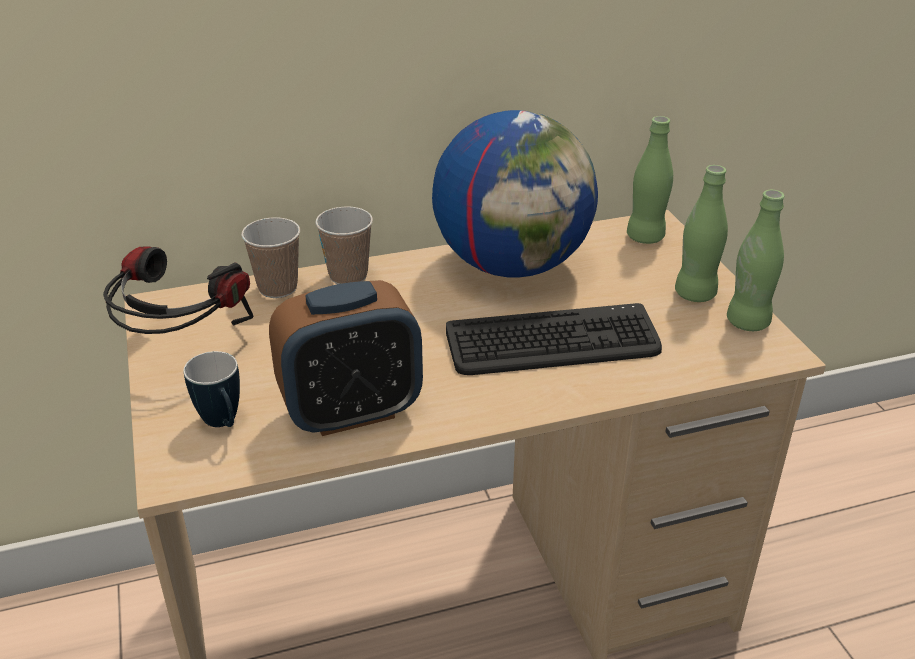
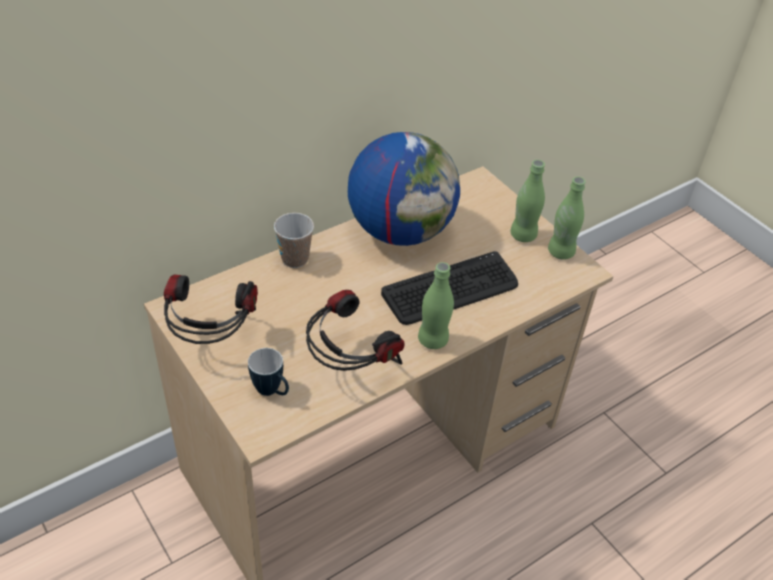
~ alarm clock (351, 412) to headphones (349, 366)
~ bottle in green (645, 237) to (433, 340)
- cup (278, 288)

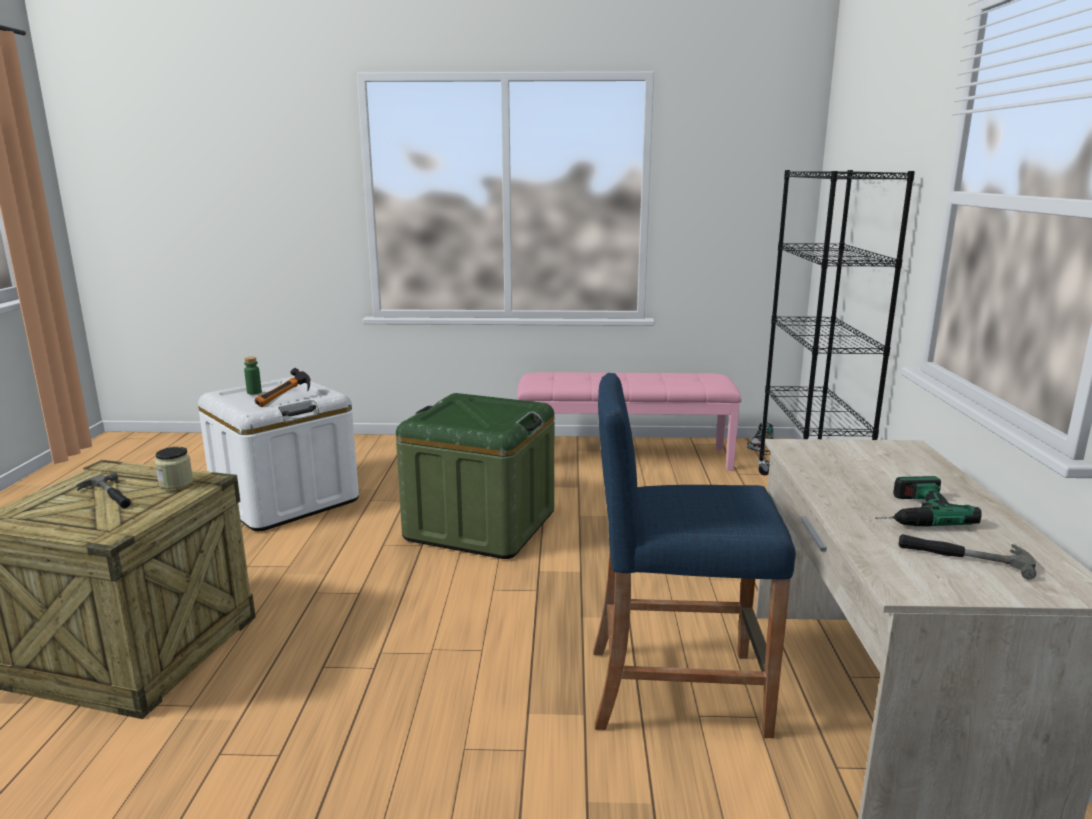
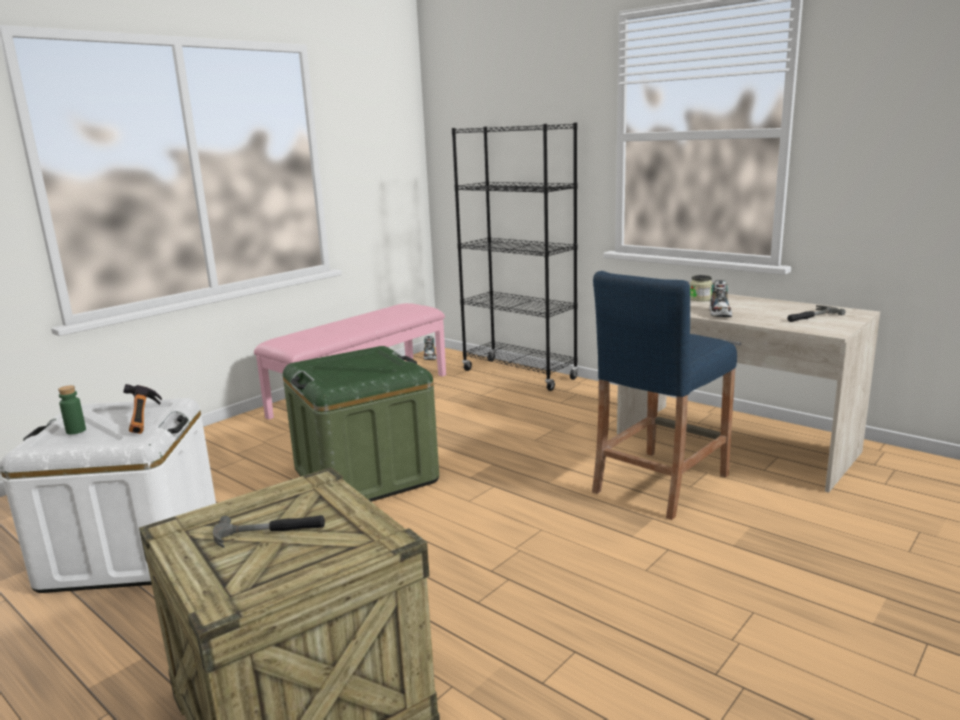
~ jar (176, 483) to (700, 299)
+ shoe (720, 313)
- power drill (908, 512)

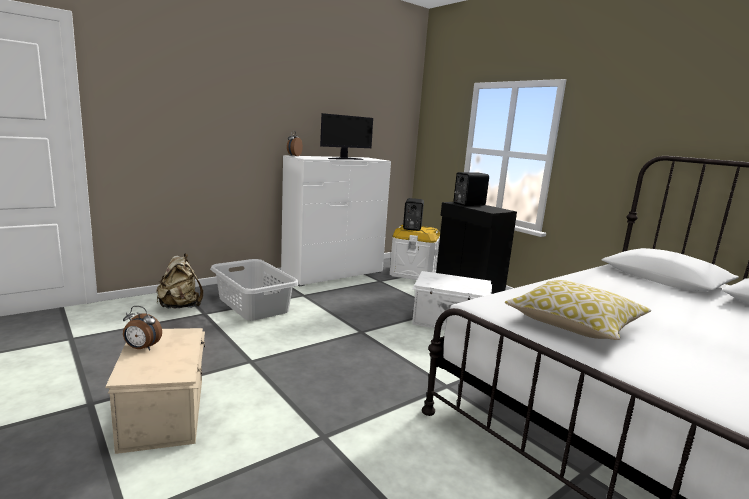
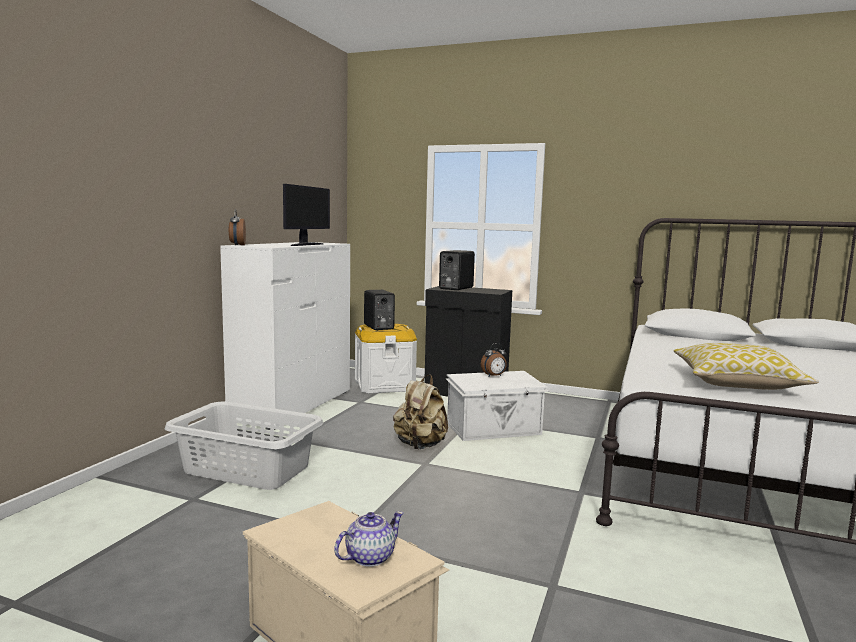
+ teapot (369, 557)
~ backpack in beige (180, 306) to (420, 445)
~ alarm clock (142, 348) to (494, 376)

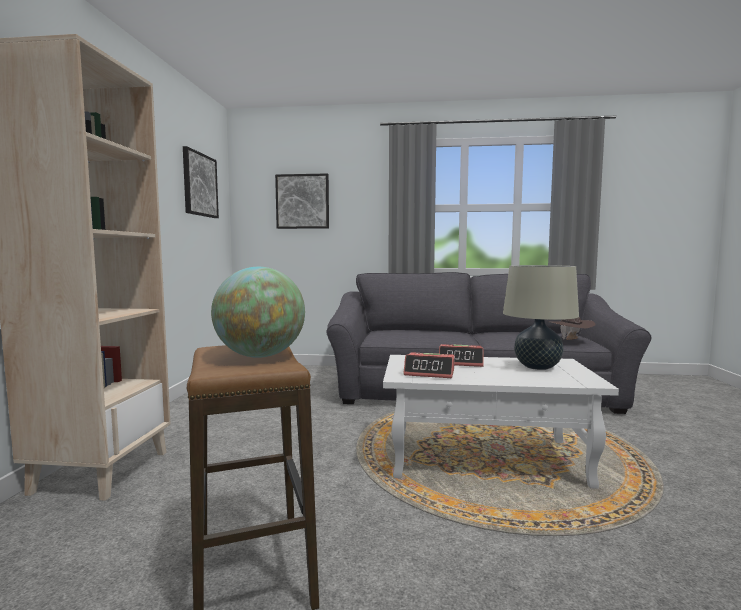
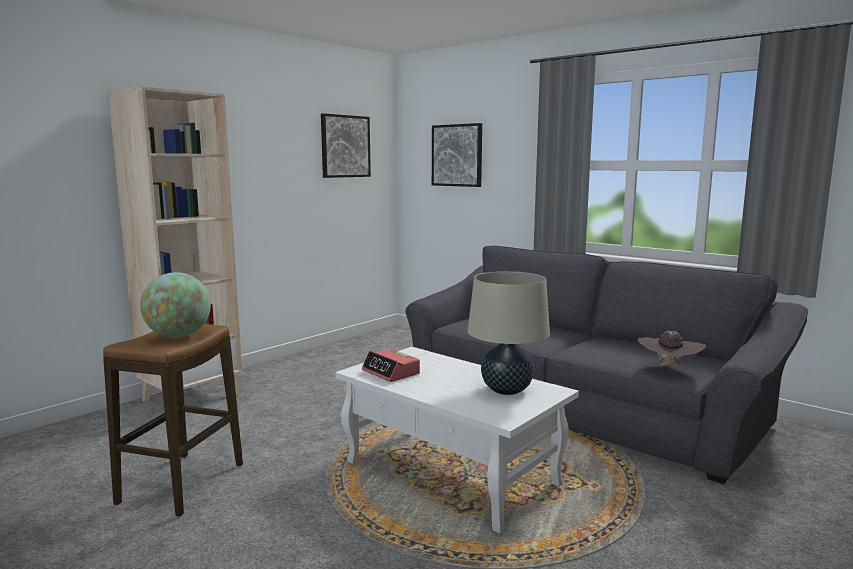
- alarm clock (461, 362)

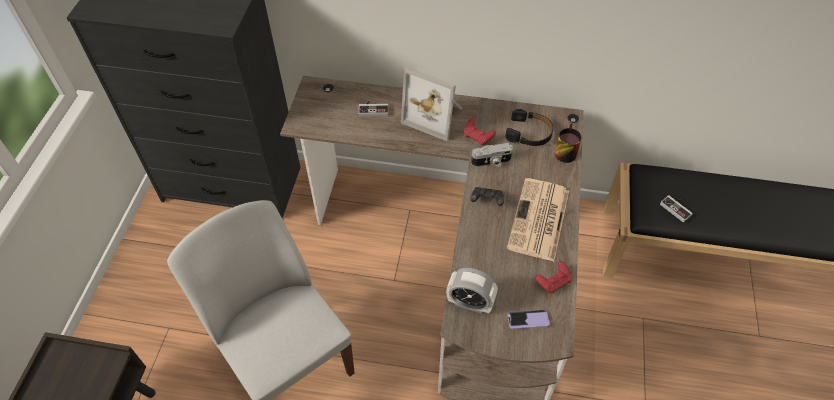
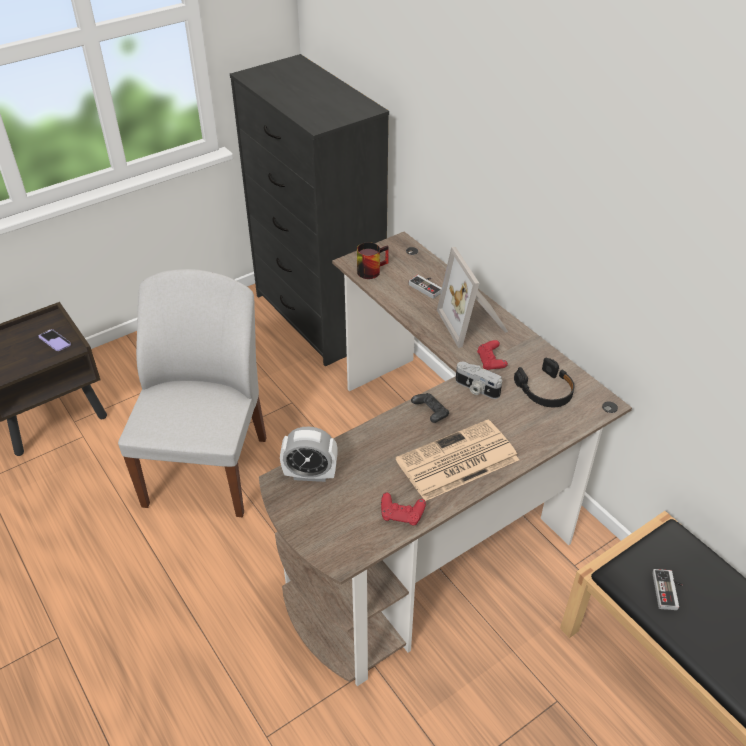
~ phone (528, 320) to (55, 341)
~ alarm clock (470, 303) = (310, 474) 60 degrees counterclockwise
~ mug (563, 151) to (371, 269)

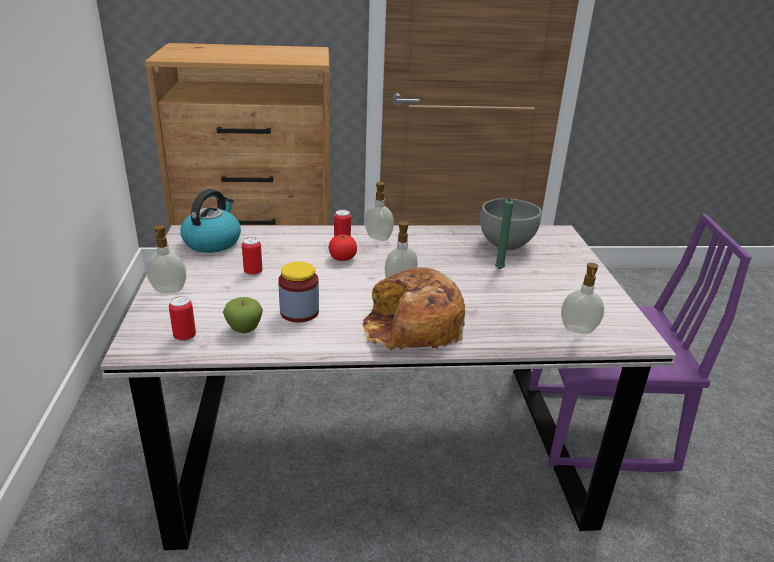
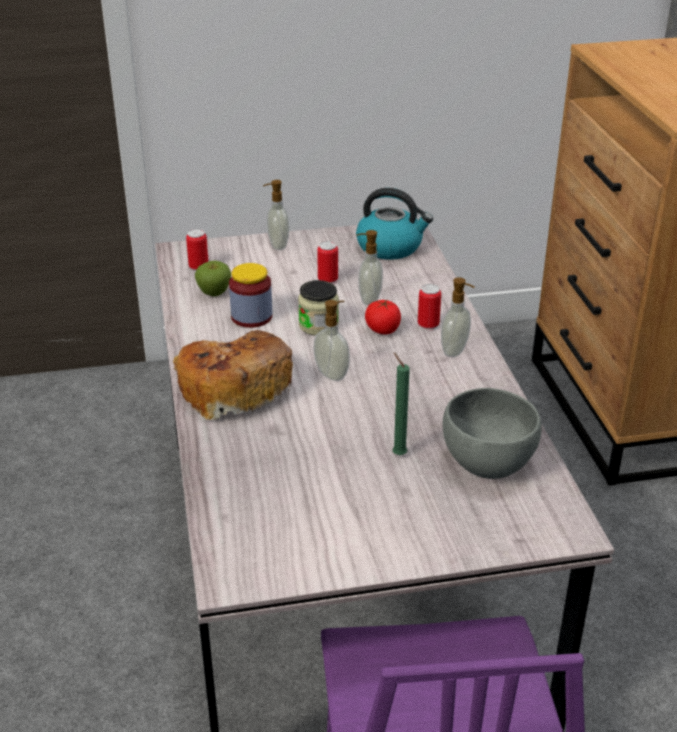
+ jar (318, 325)
~ soap dispenser (578, 330) to (368, 299)

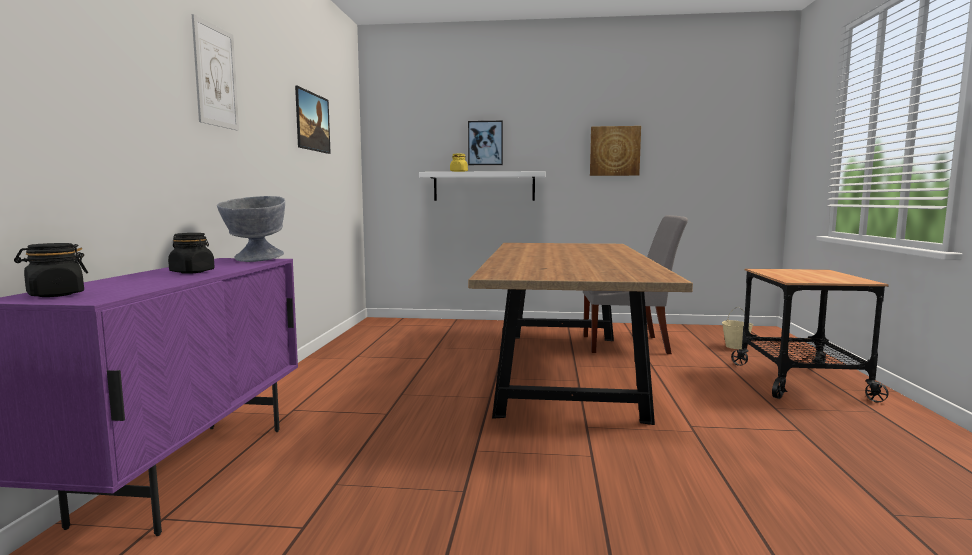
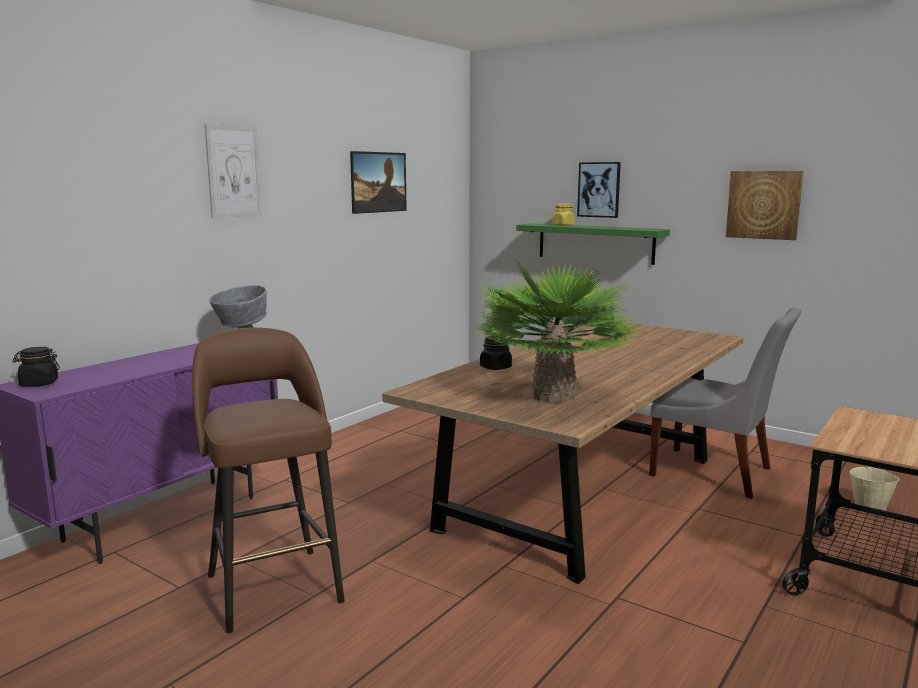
+ stool in brown (273, 586)
+ potted plant (553, 396)
~ jar in black (192, 272) to (495, 367)
~ shelf in white (484, 186) to shelf in green (595, 243)

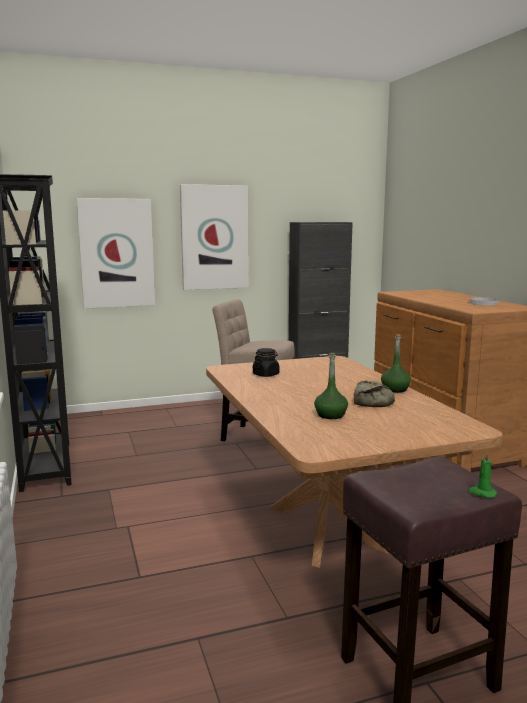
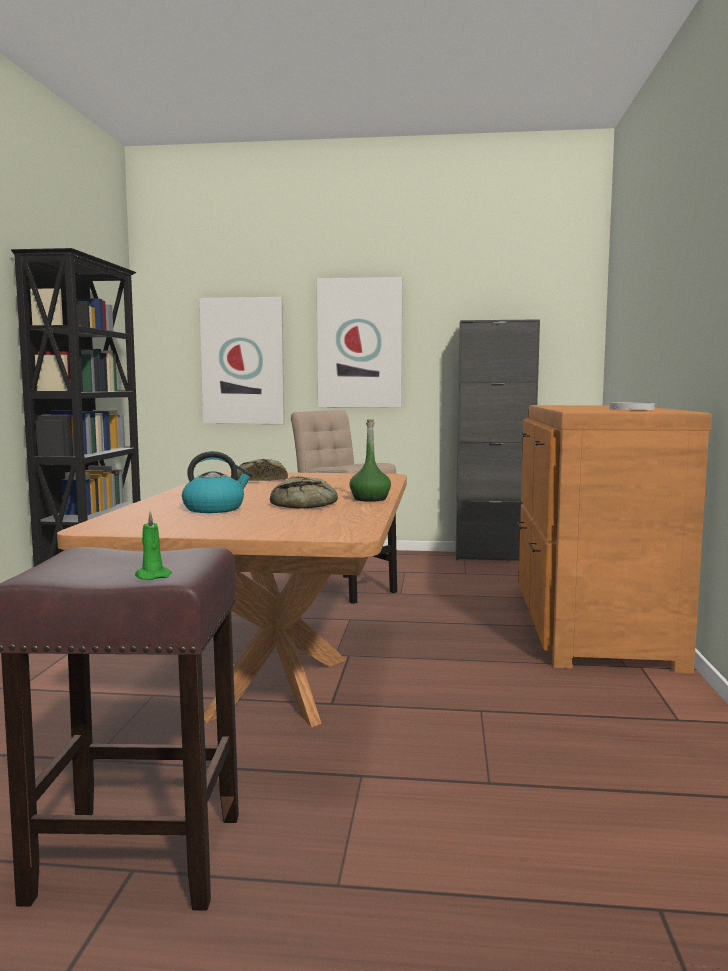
~ bottle in green (330, 415) to kettle (215, 509)
~ jar in black (266, 374) to bread (259, 480)

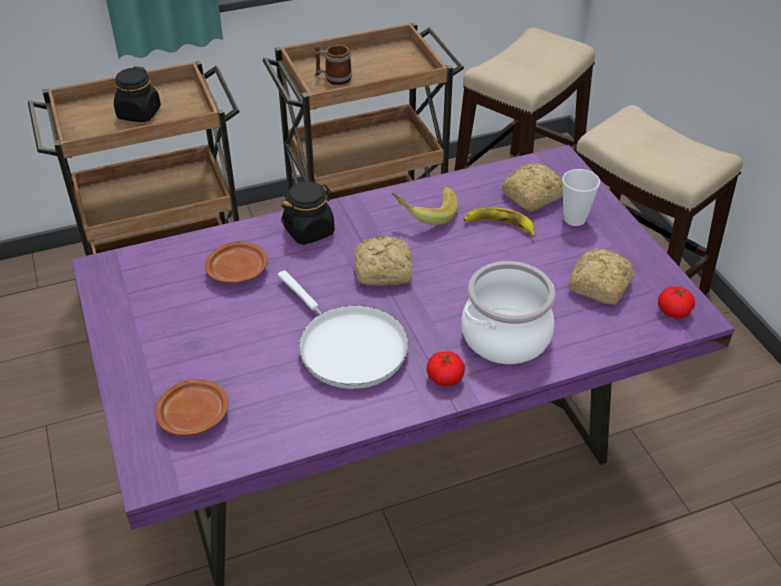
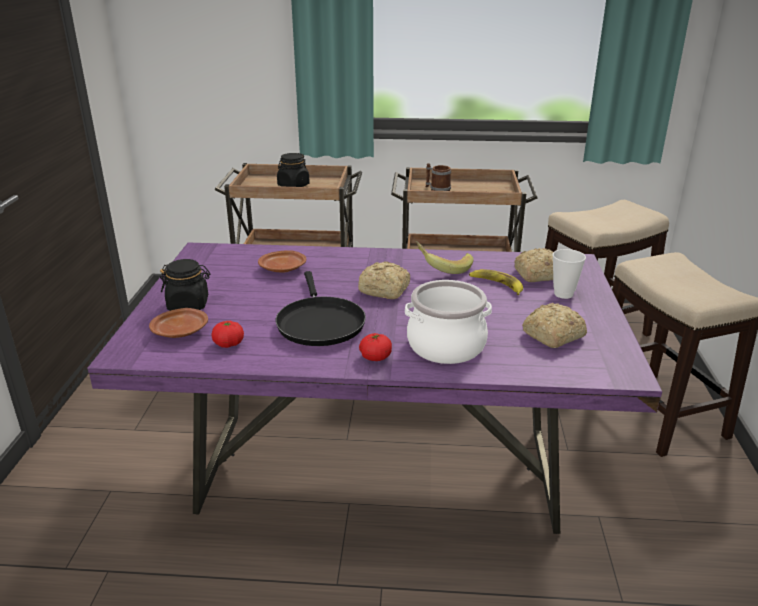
~ jar in black (309, 231) to (188, 304)
~ tomato (673, 311) to (228, 344)
~ frying pan in white (348, 347) to frying pan in black (319, 323)

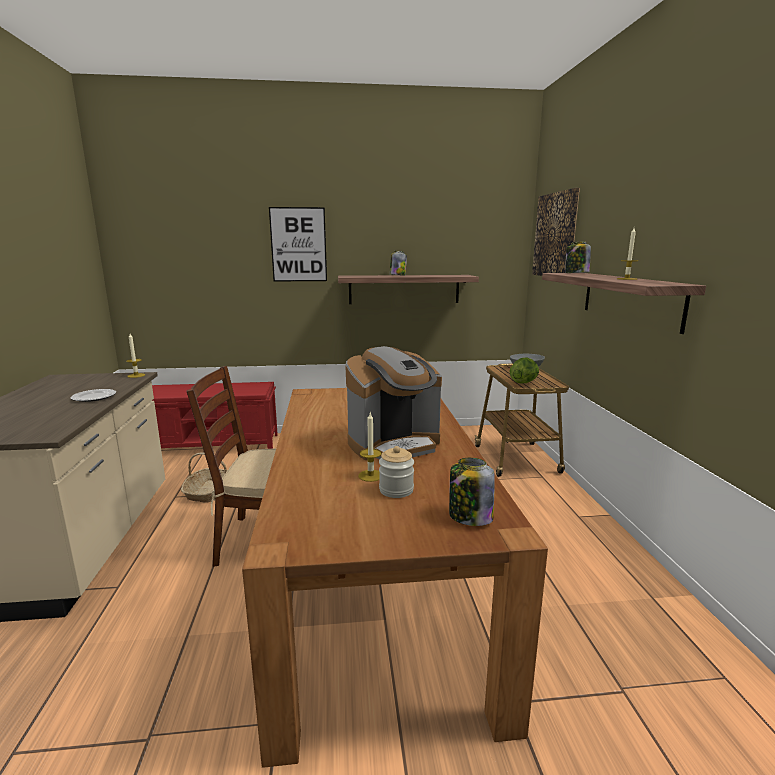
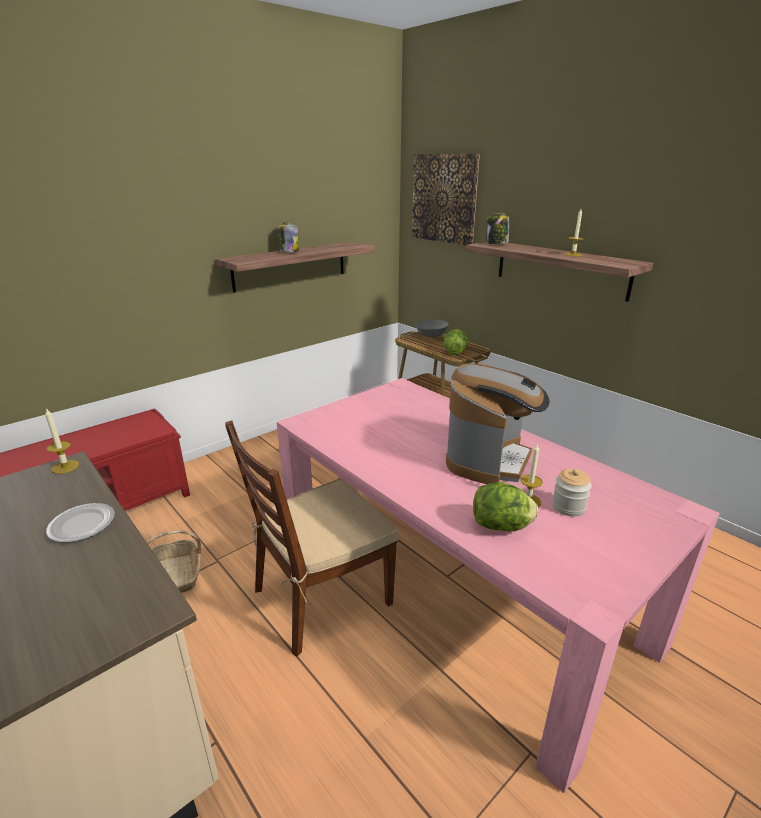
~ dining table in brown (375, 577) to dining table in pink (454, 584)
+ lettuce (501, 526)
- picture (298, 245)
- jar (469, 517)

